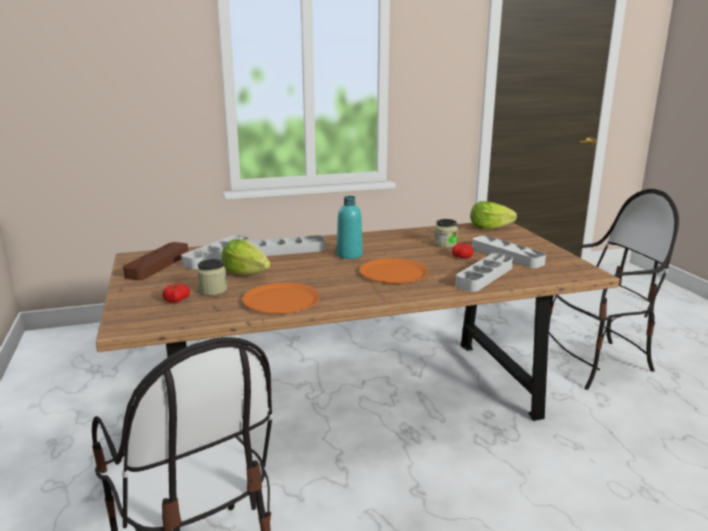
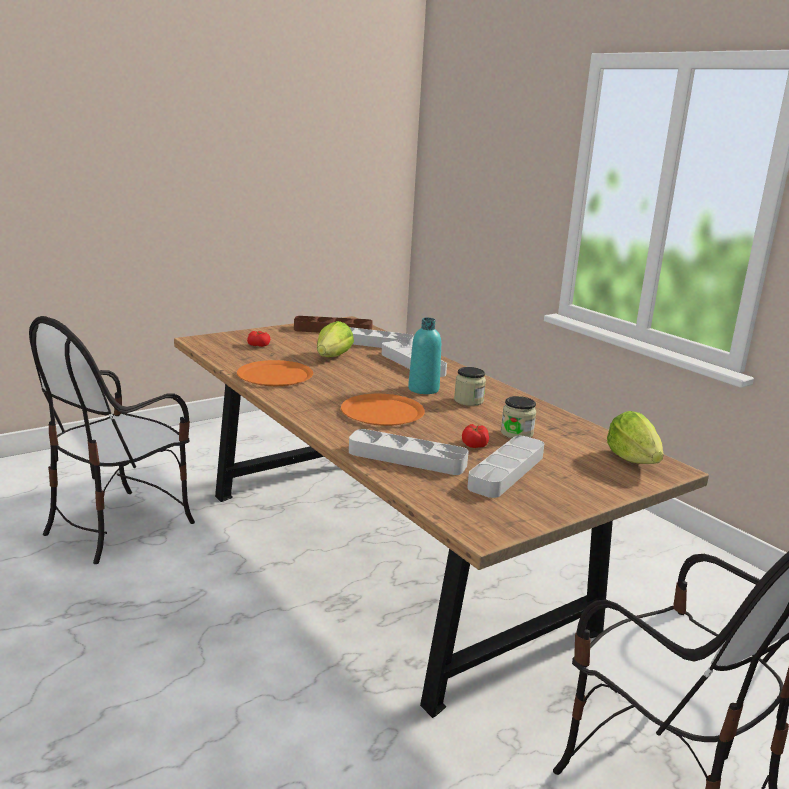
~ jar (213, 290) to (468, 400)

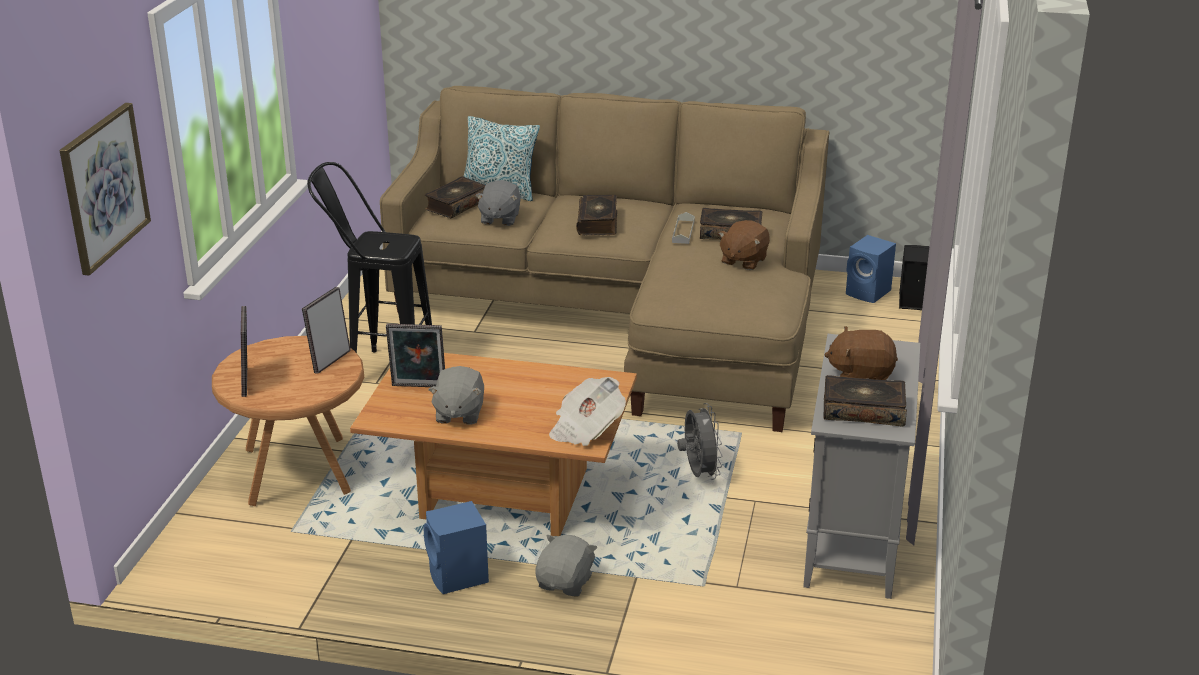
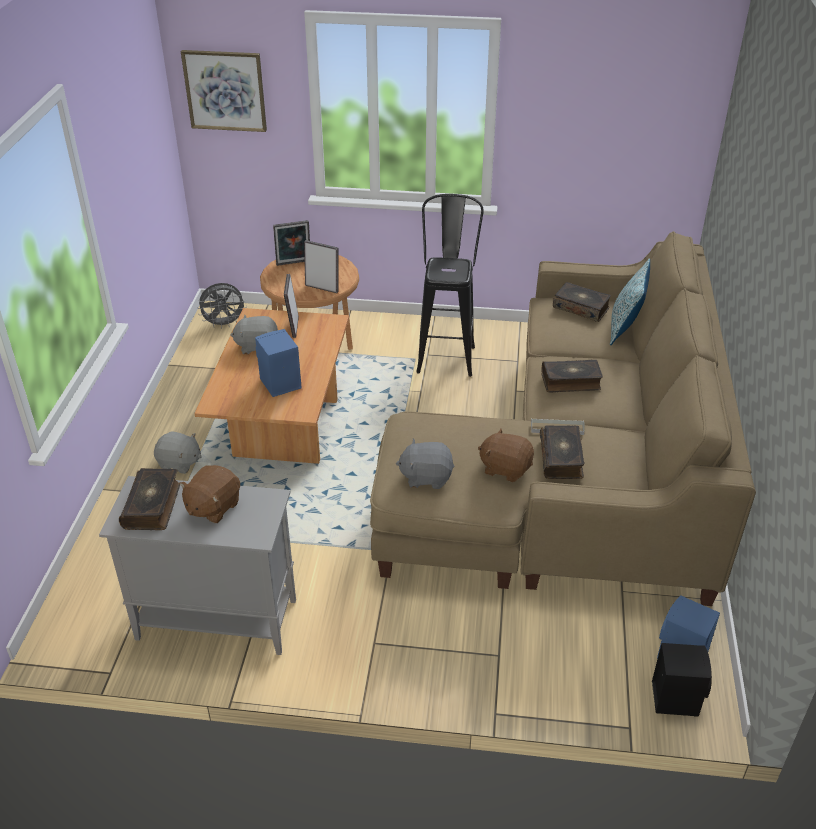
~ plush toy in brown (861, 375) = (213, 507) 150 degrees counterclockwise
~ fan in grey (698, 474) to (224, 324)
~ speaker in blue (458, 577) to (279, 384)
~ plush toy in grey (499, 218) to (426, 477)
- newspaper (586, 429)

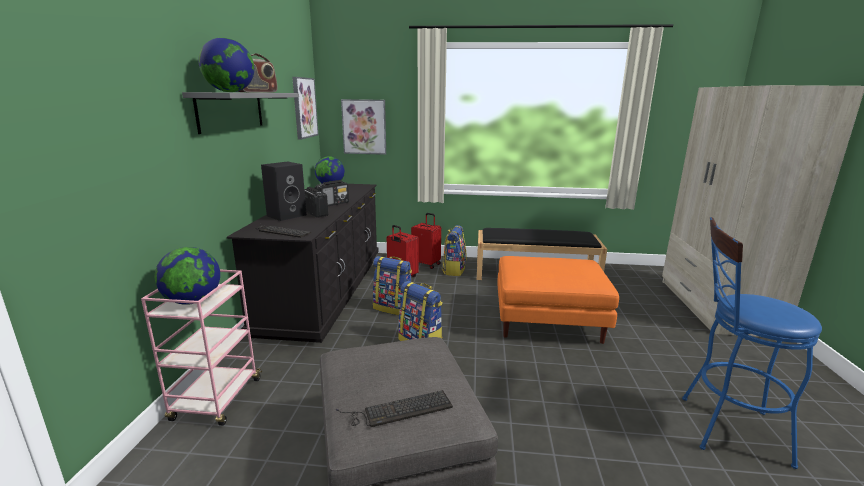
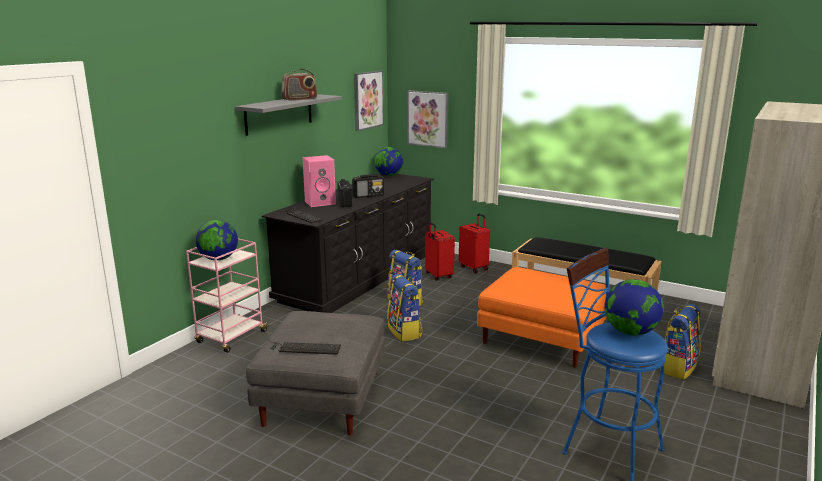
~ speaker in black (287, 215) to speaker in pink (320, 202)
~ globe (230, 92) to (630, 332)
~ backpack (453, 270) to (677, 367)

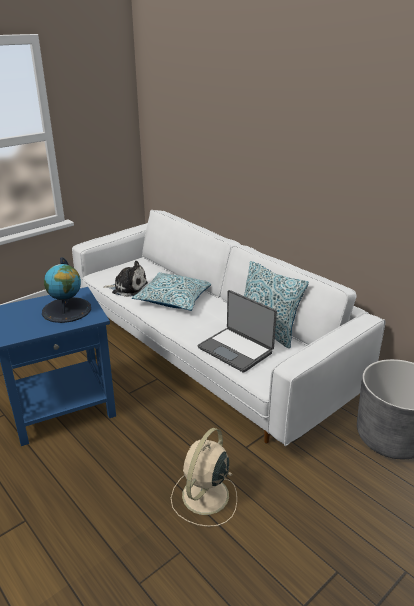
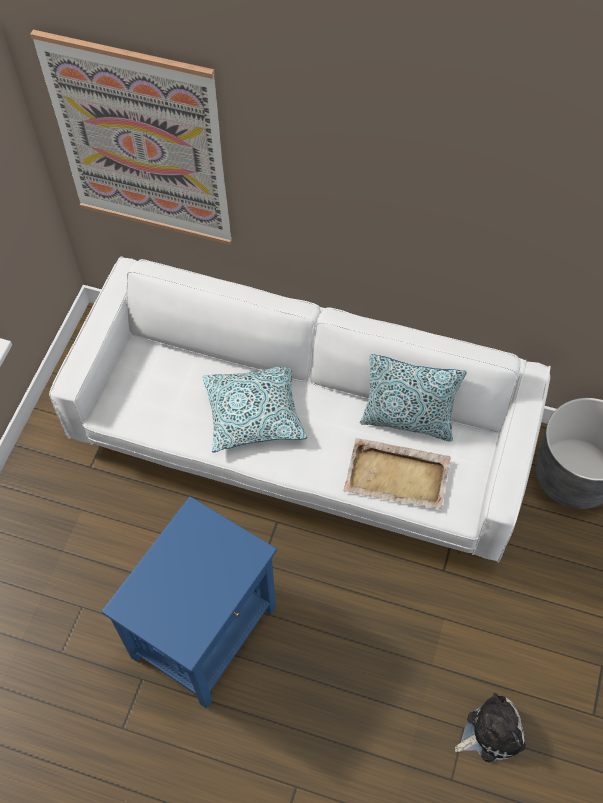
+ picture (141, 144)
~ laptop (236, 350) to tray in beige (398, 476)
~ plush toy (127, 288) to (491, 732)
- globe (67, 310)
- fan in beige (204, 497)

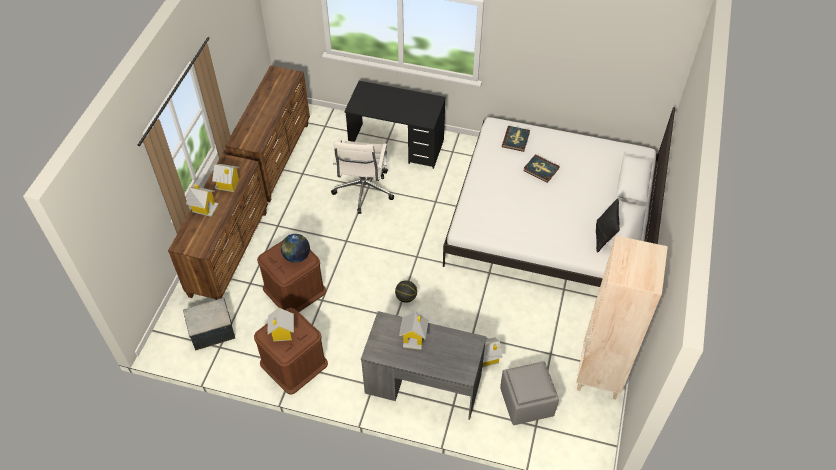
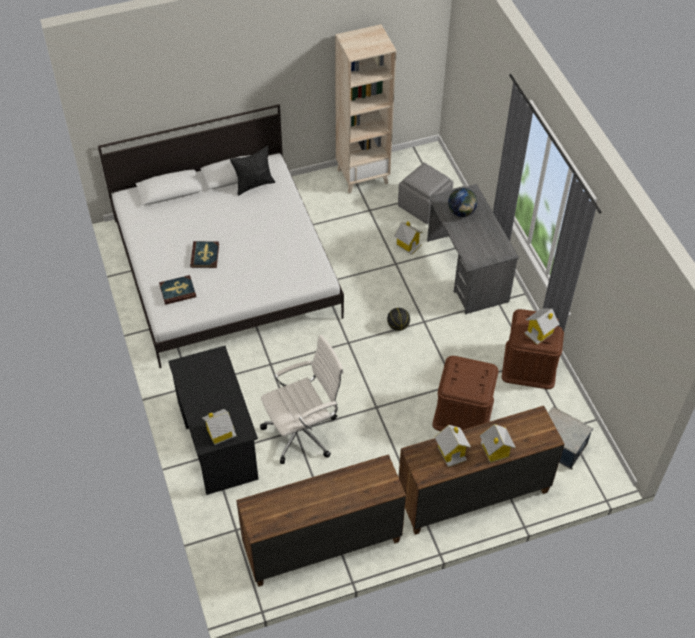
~ toy house (414, 337) to (220, 433)
~ globe (296, 256) to (461, 212)

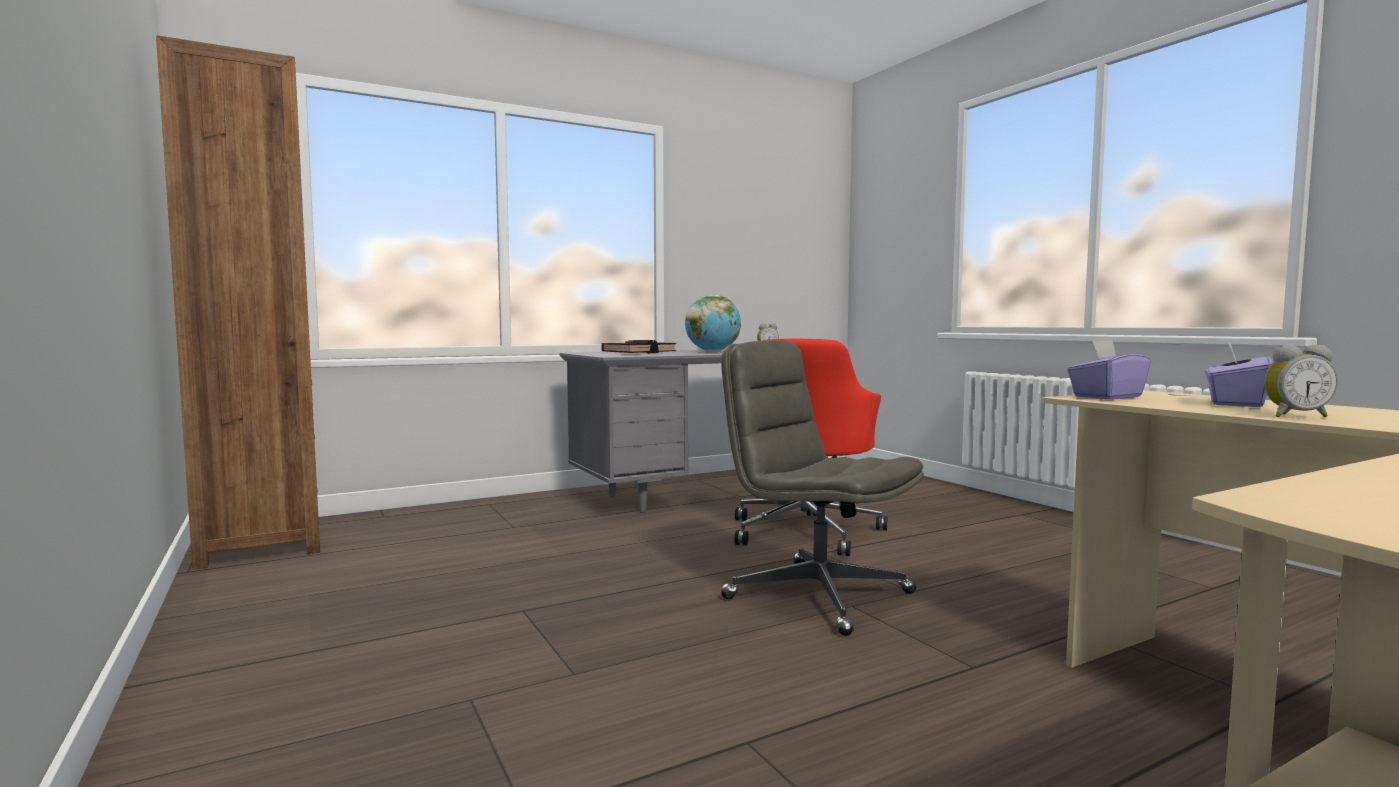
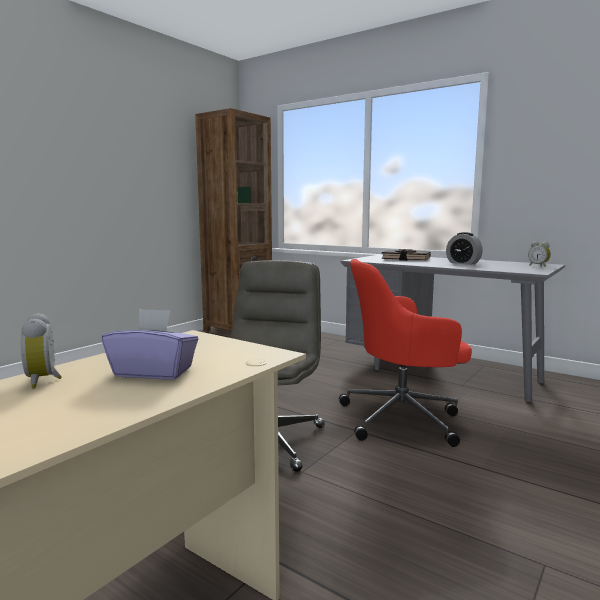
~ globe (712, 351) to alarm clock (463, 263)
- tissue box in purple (1106, 397)

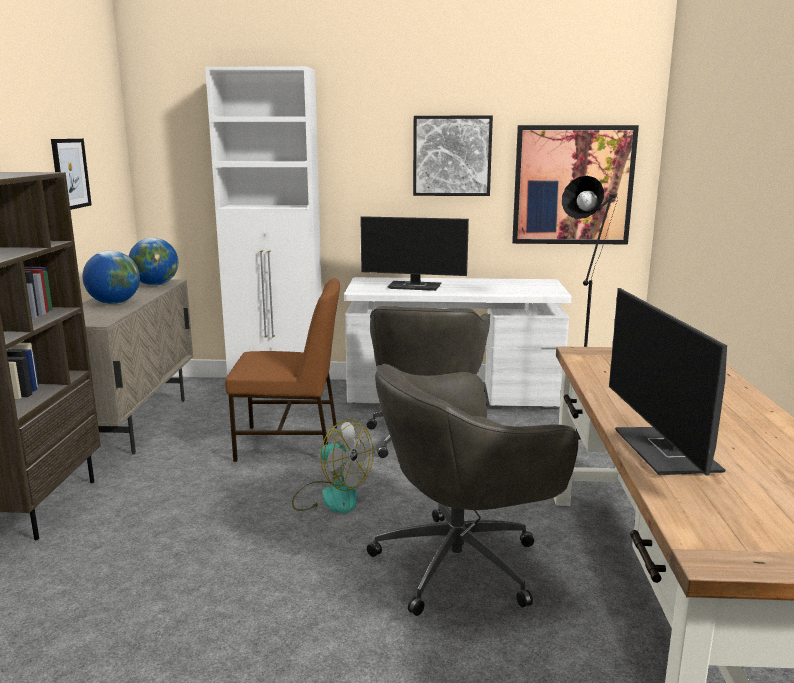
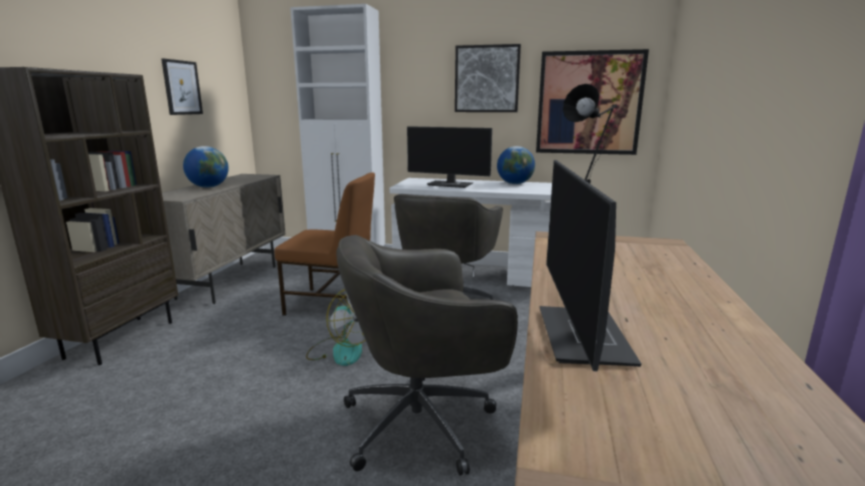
~ globe (155, 285) to (515, 184)

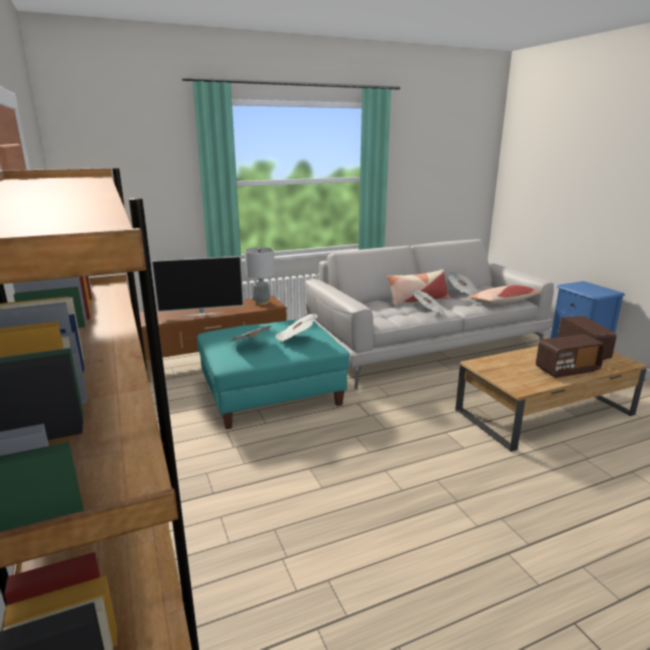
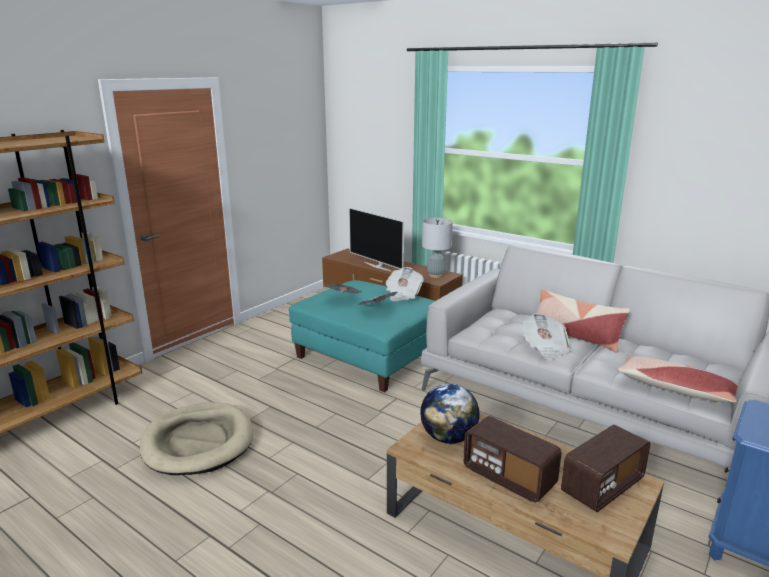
+ dog bed in beige (198, 442)
~ newspaper (463, 293) to (403, 294)
+ globe (448, 438)

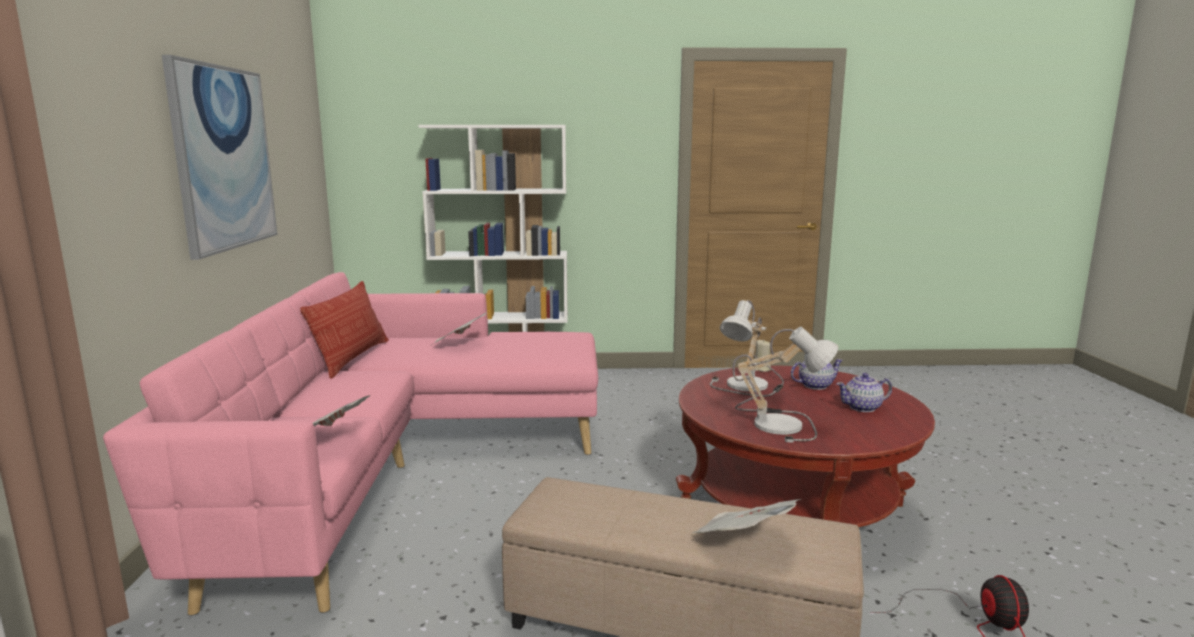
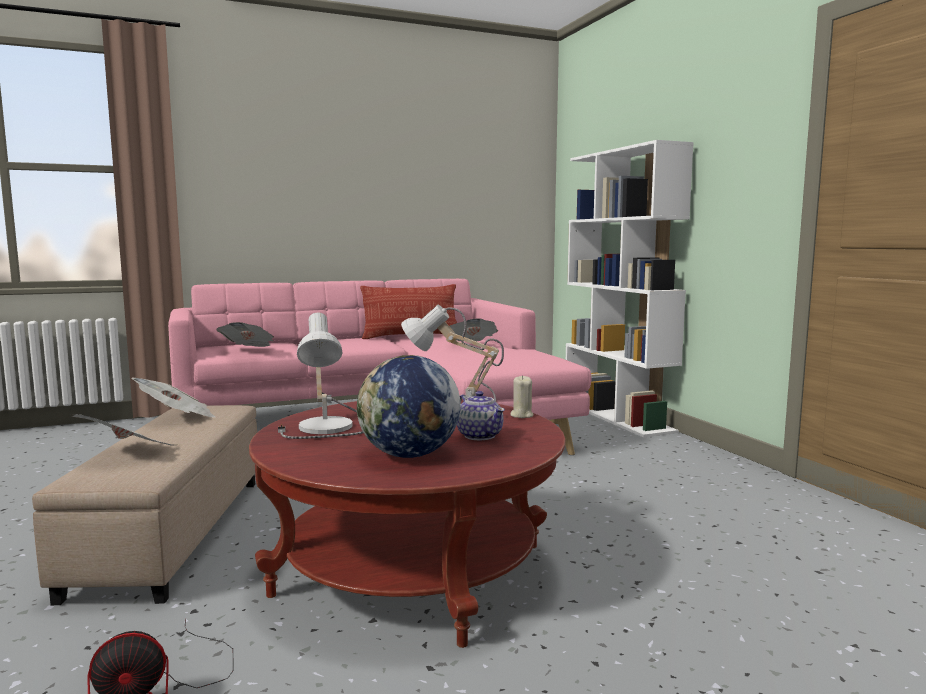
+ newspaper (177, 418)
~ teapot (863, 407) to globe (409, 455)
- picture (224, 158)

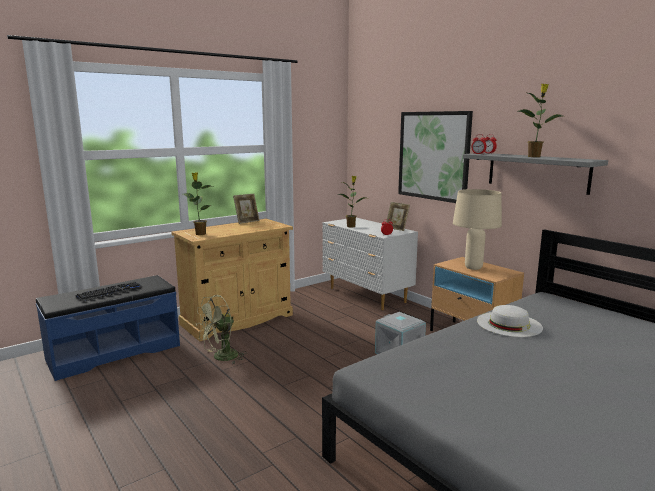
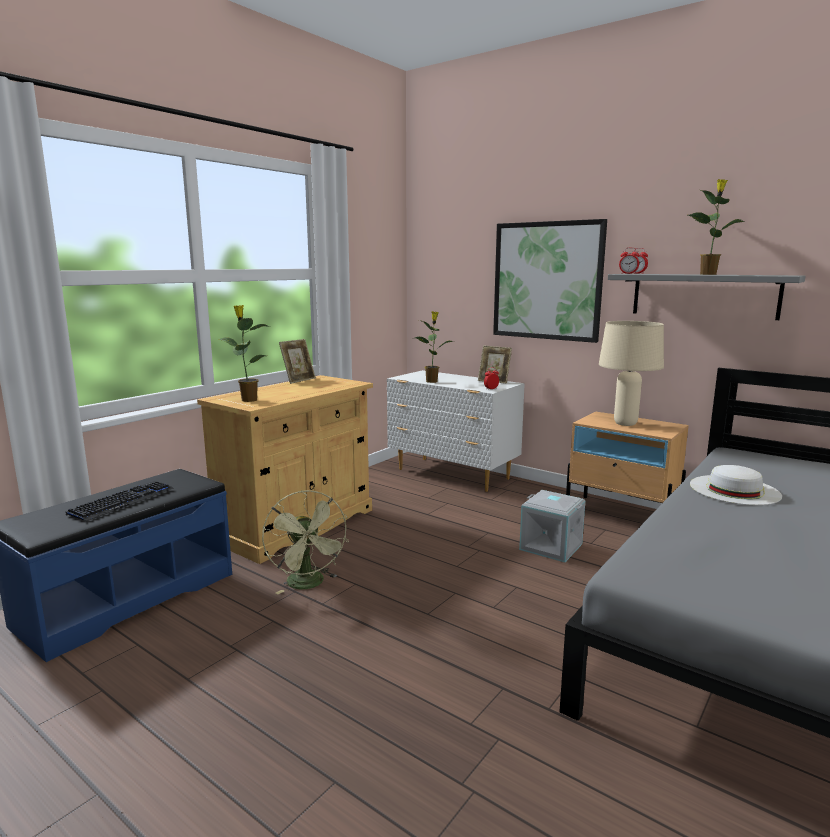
~ fan in green (221, 358) = (309, 584) 60 degrees counterclockwise

